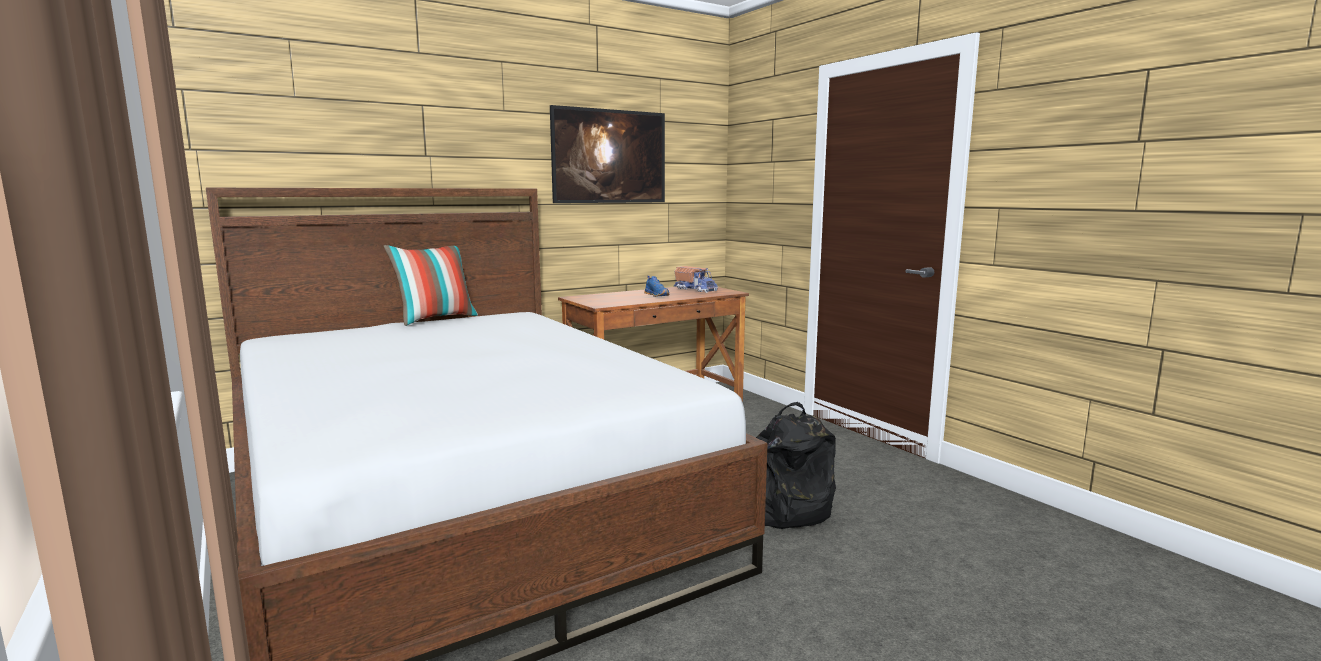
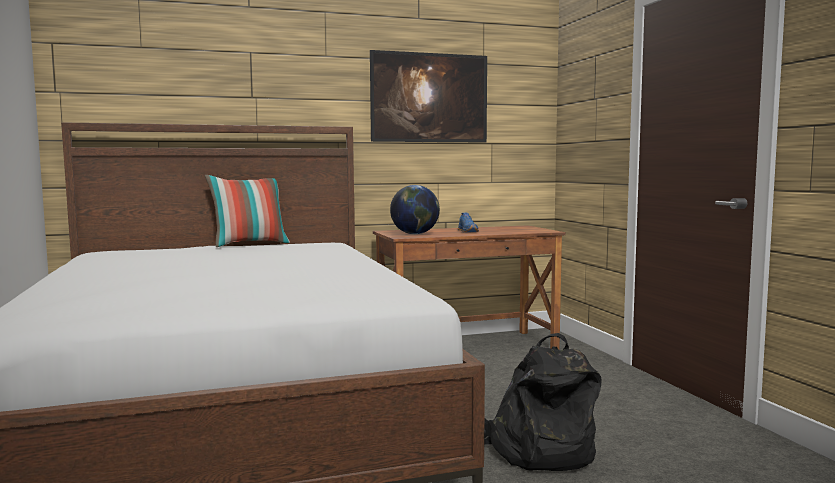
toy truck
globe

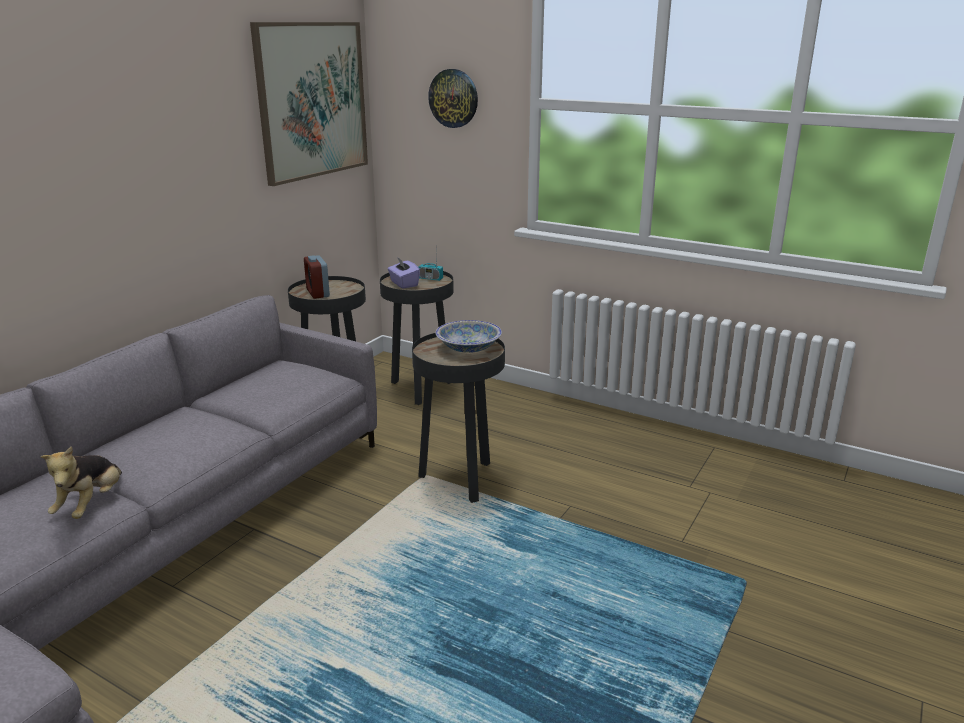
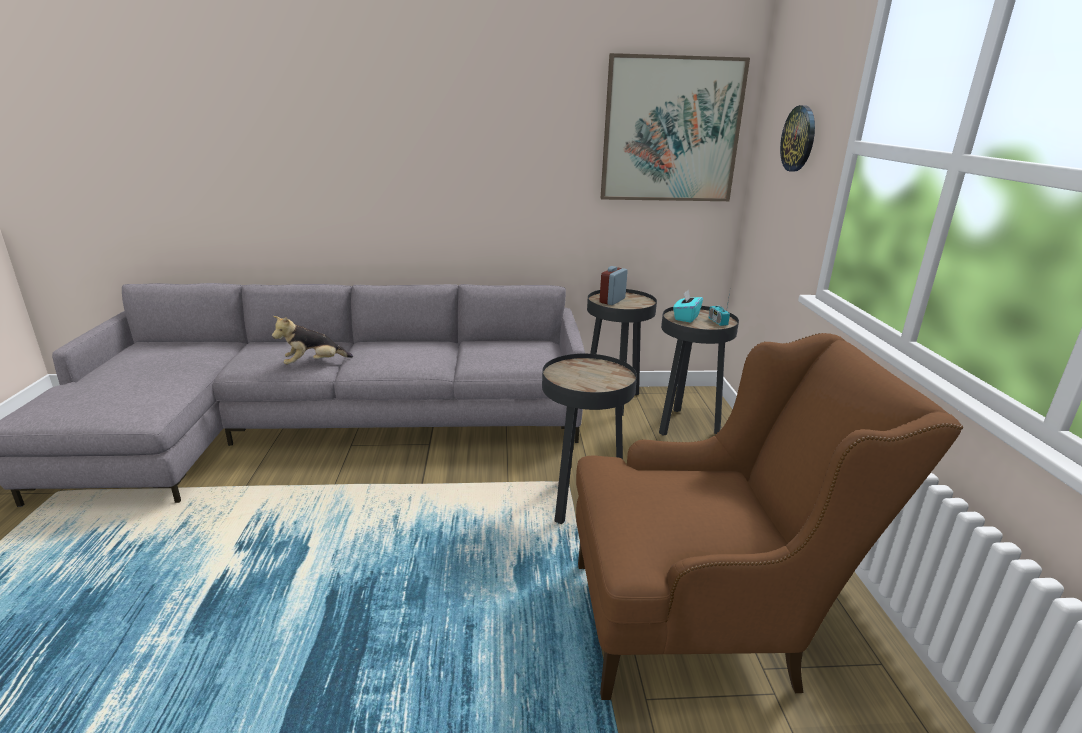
bowl
armchair/brown
tissue box/turquoise

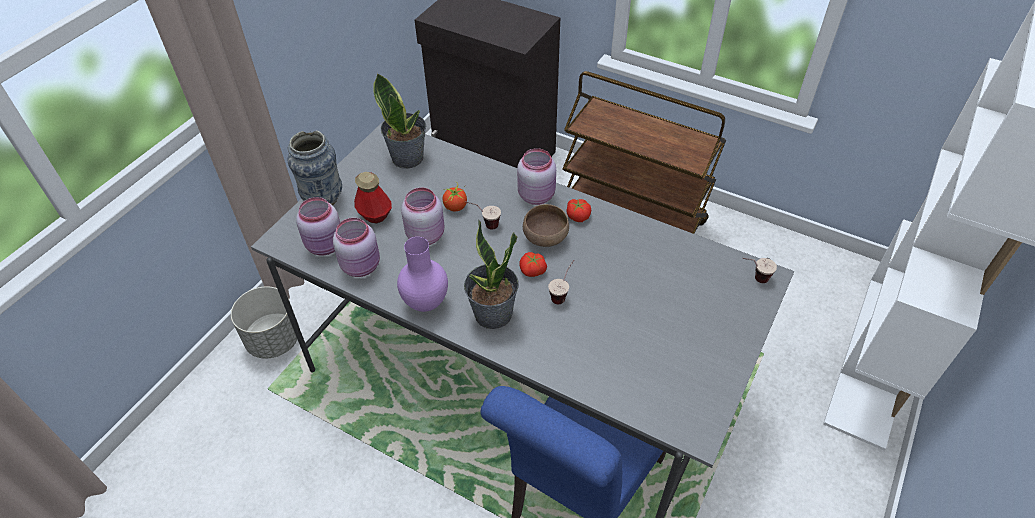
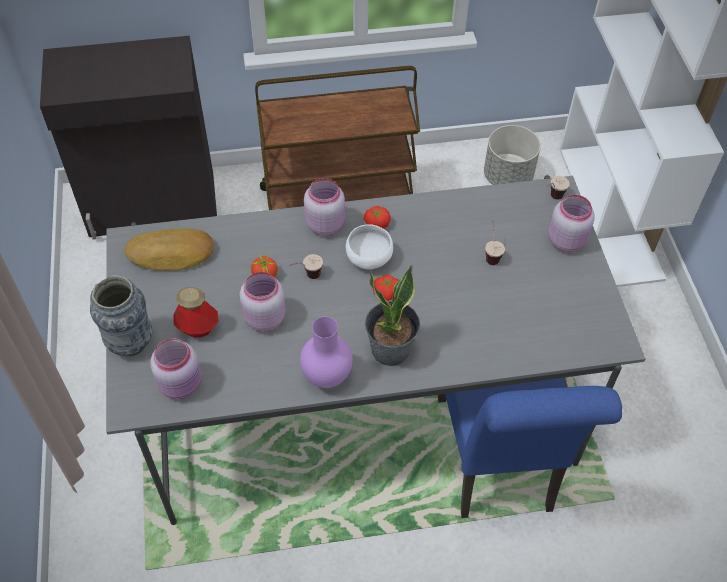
planter/grey
jar/pink (no. 4 from left)
cup (no. 2 from left)
bread
bowl/white

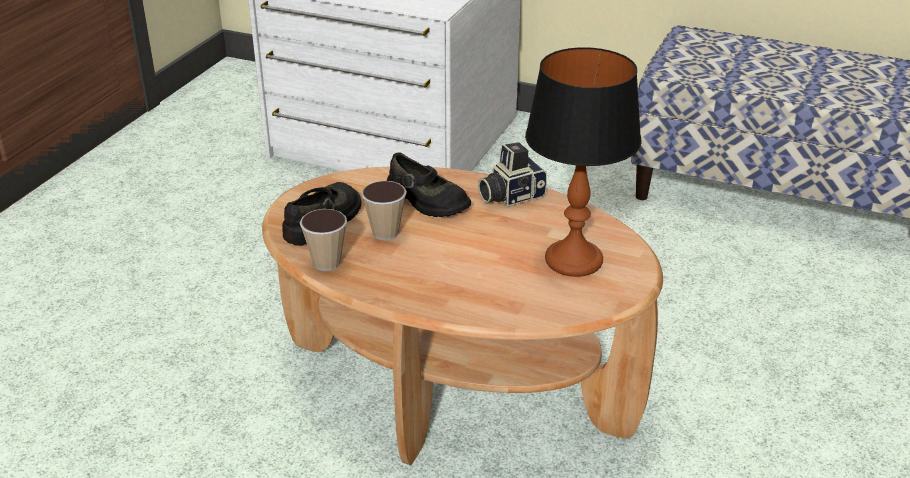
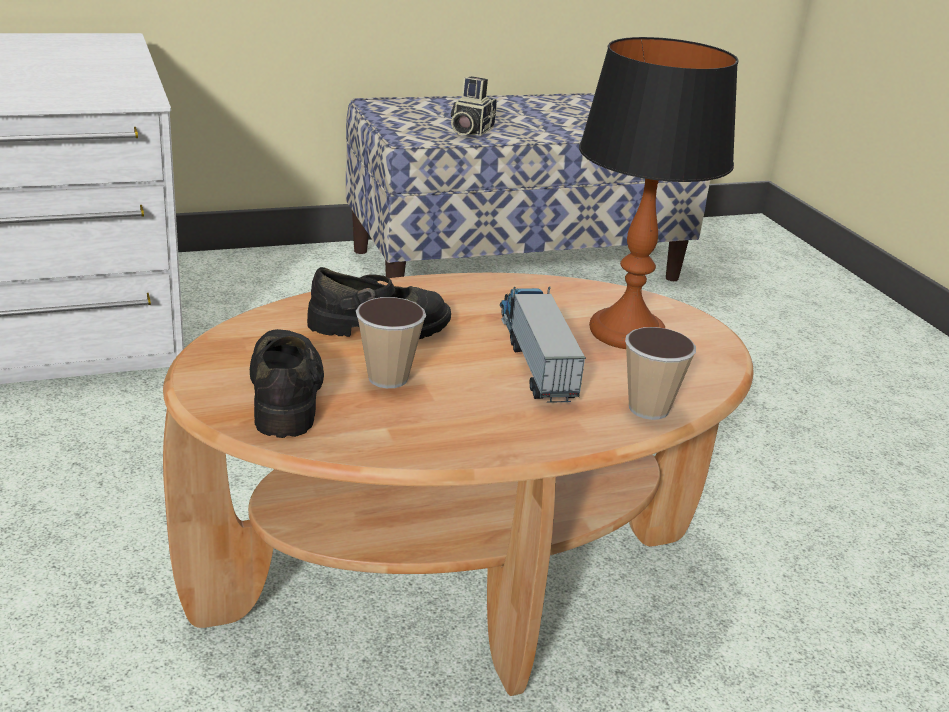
toy truck
cup (no. 2 from left)
photo camera

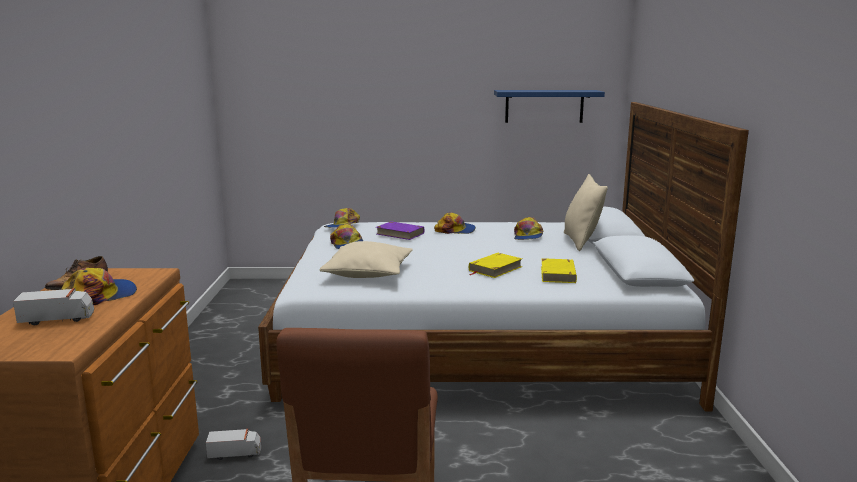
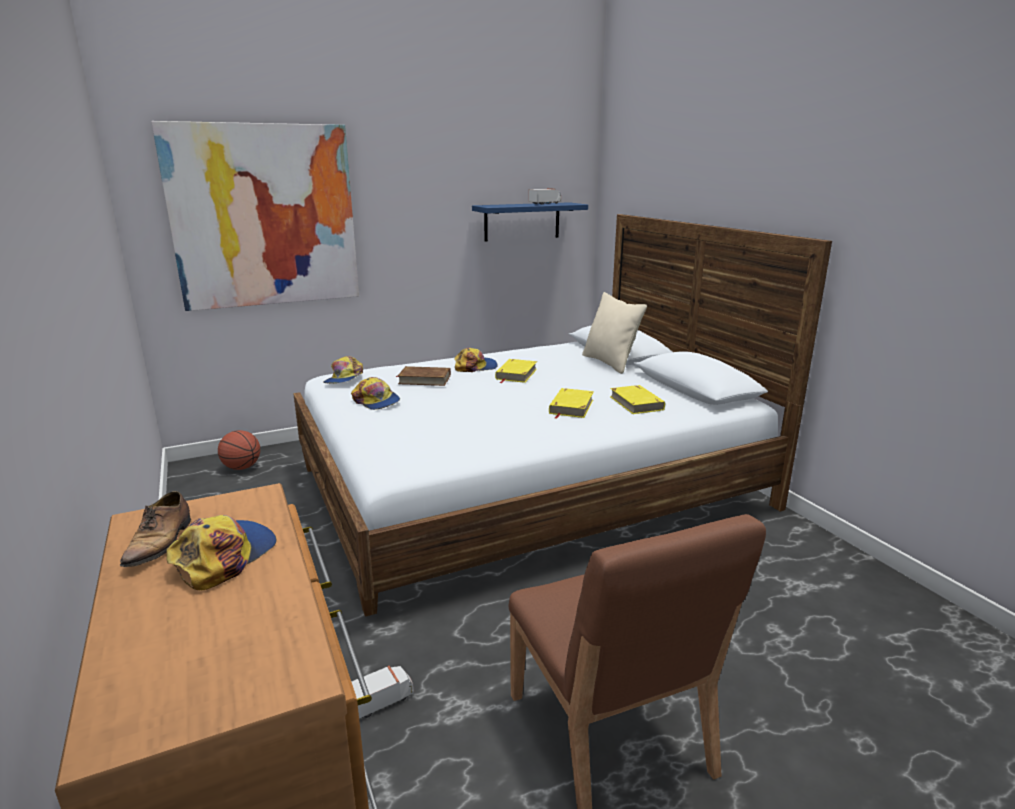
pillow/beige (no. 1 from left in the first image)
cap (no. 5 from left in the first image)
picture
basketball
book/yellow (no. 1 from left)
toy truck (no. 2 from left)
book/brown

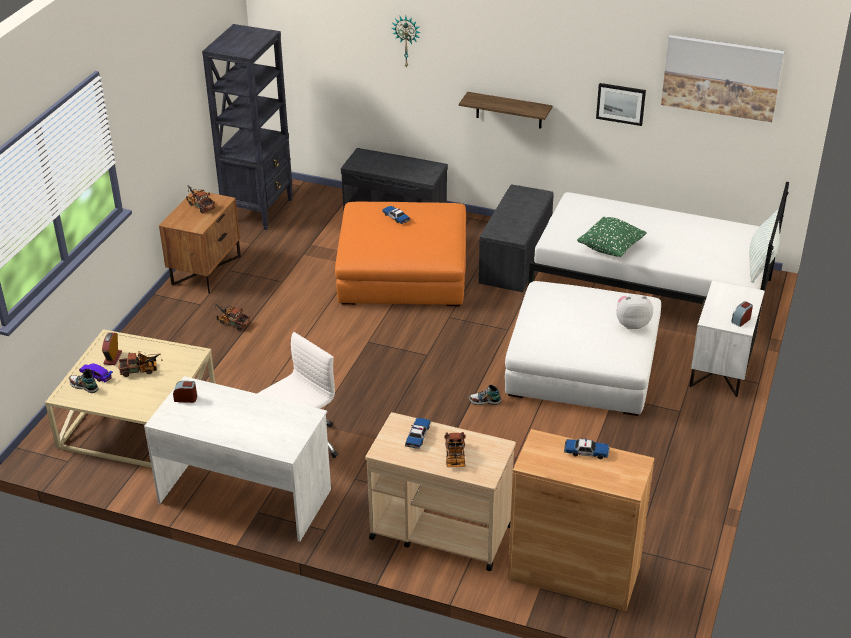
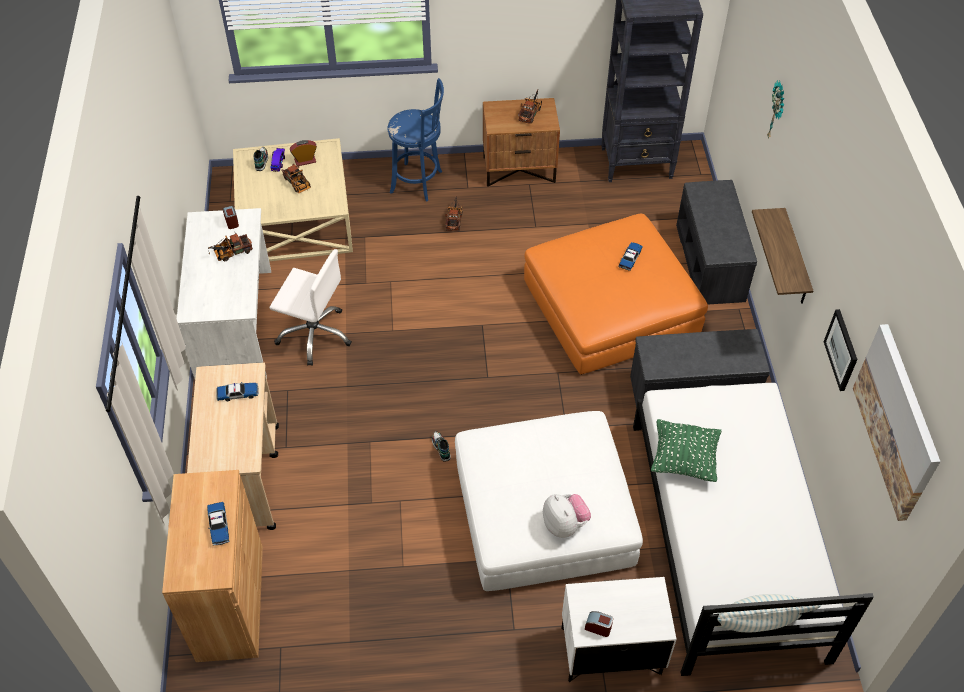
stool/blue
toy truck (no. 1 from left)

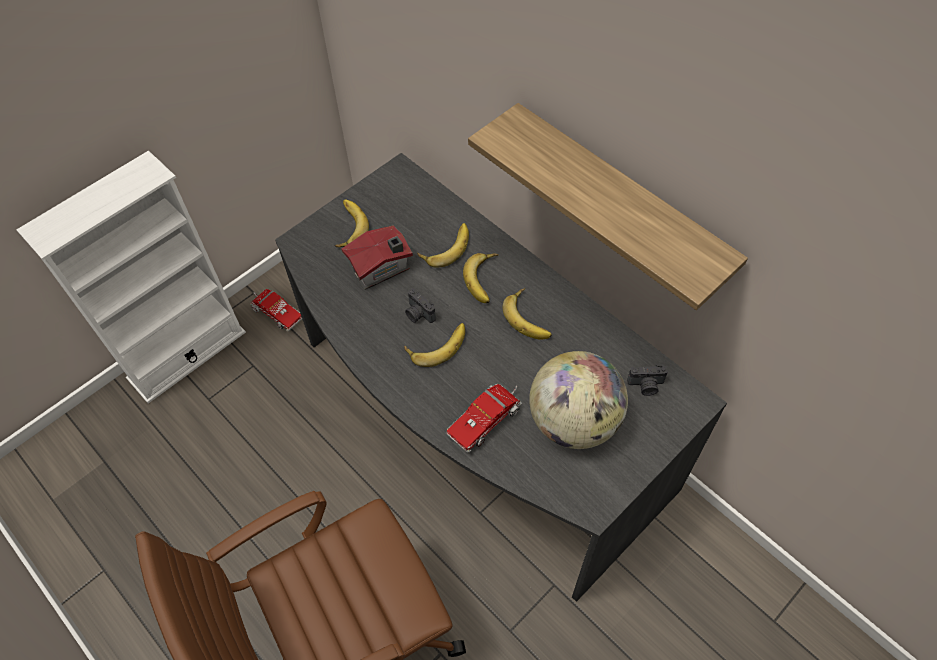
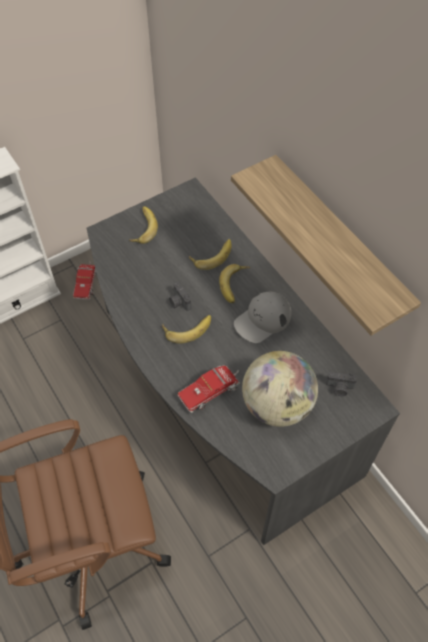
toy house
cap/grey
toy truck (no. 1 from left)

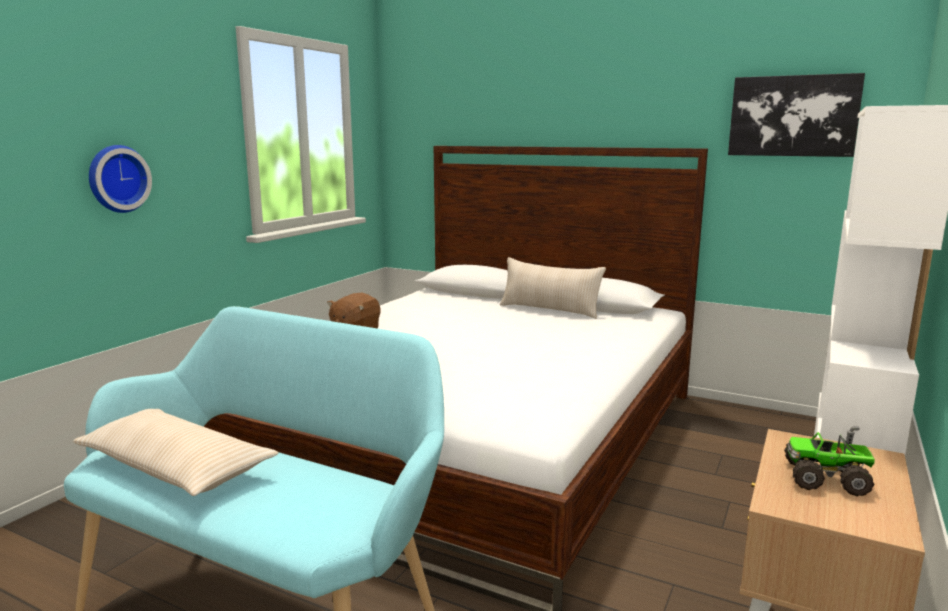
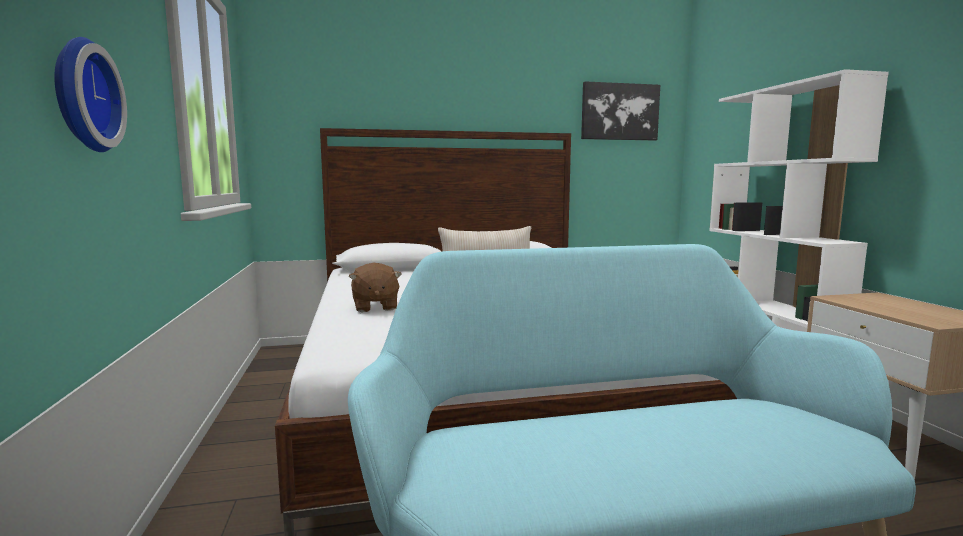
pillow/beige (no. 1 from left in the first image)
toy truck

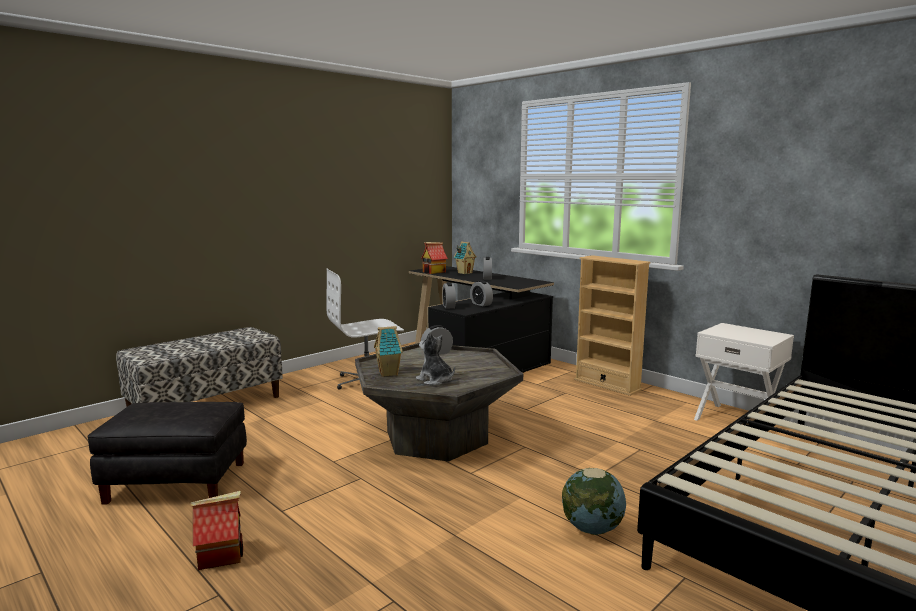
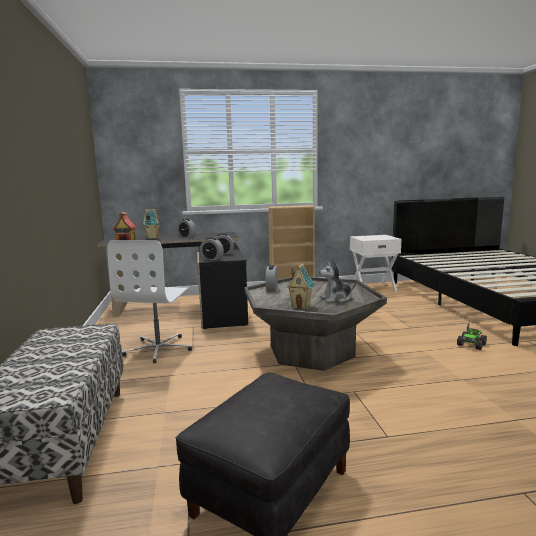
toy house (no. 1 from left in the first image)
toy truck

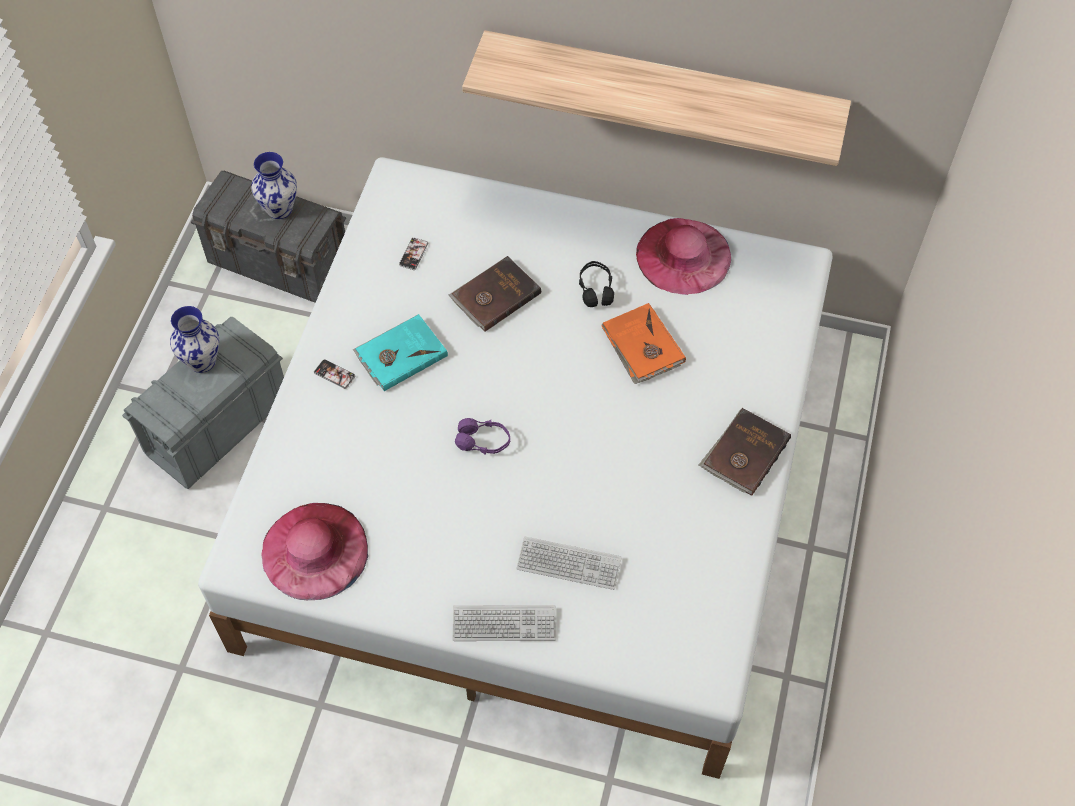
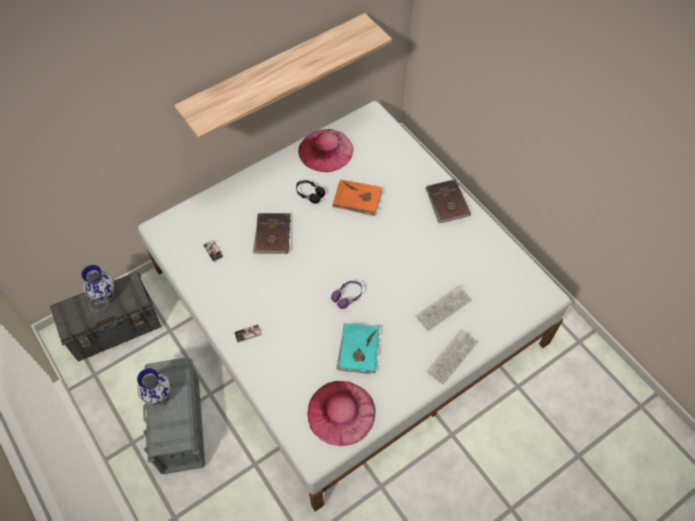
book/turquoise

